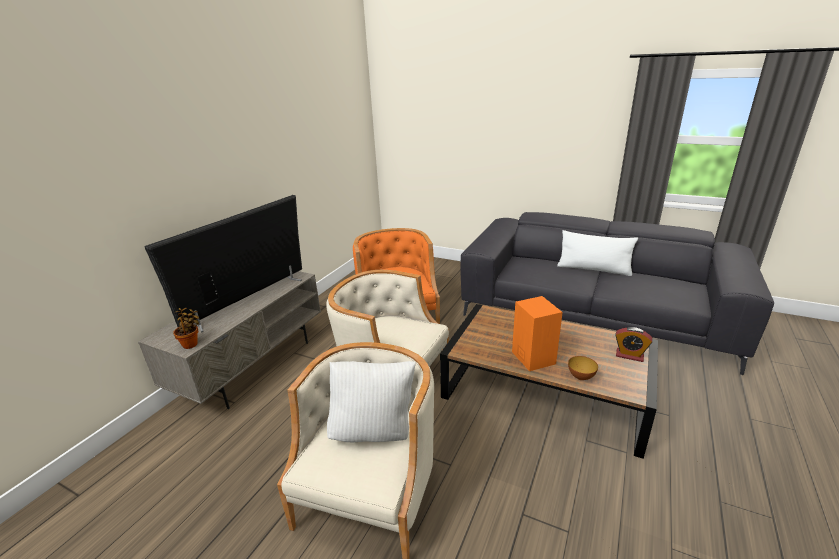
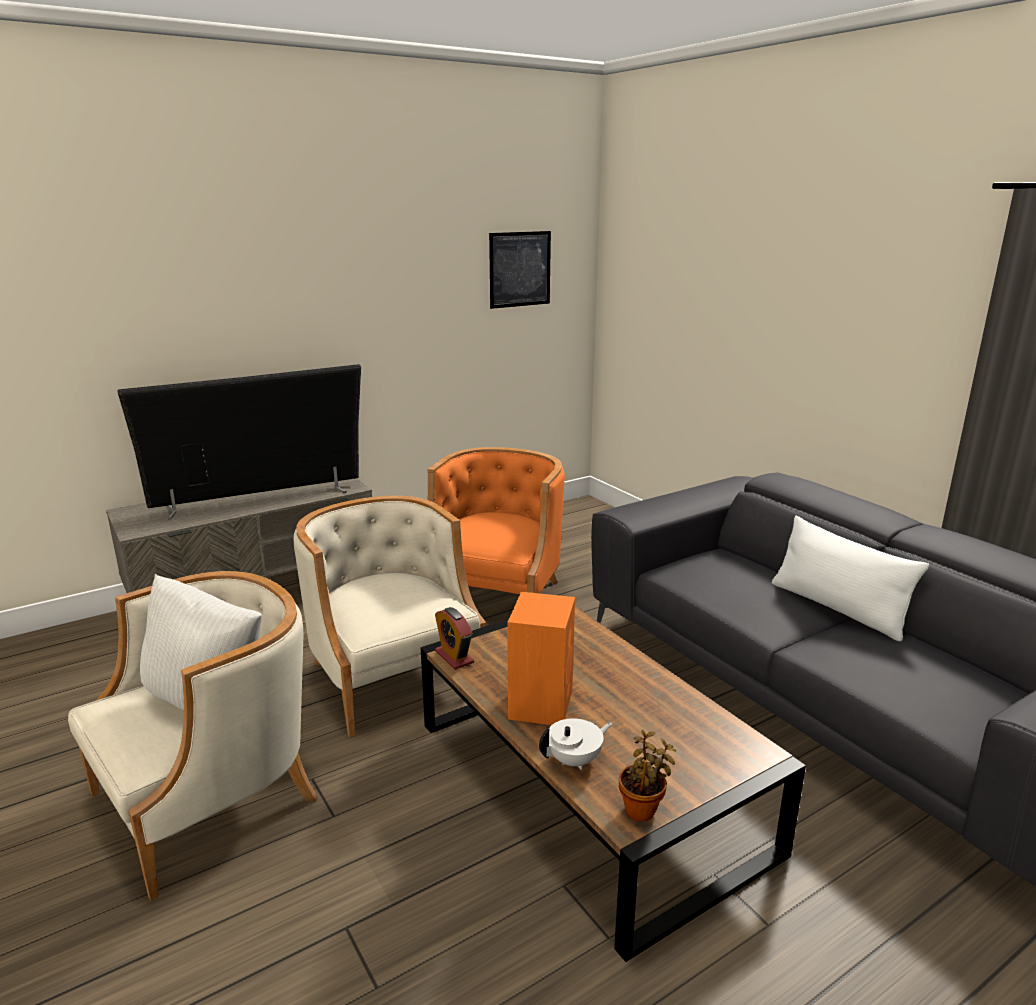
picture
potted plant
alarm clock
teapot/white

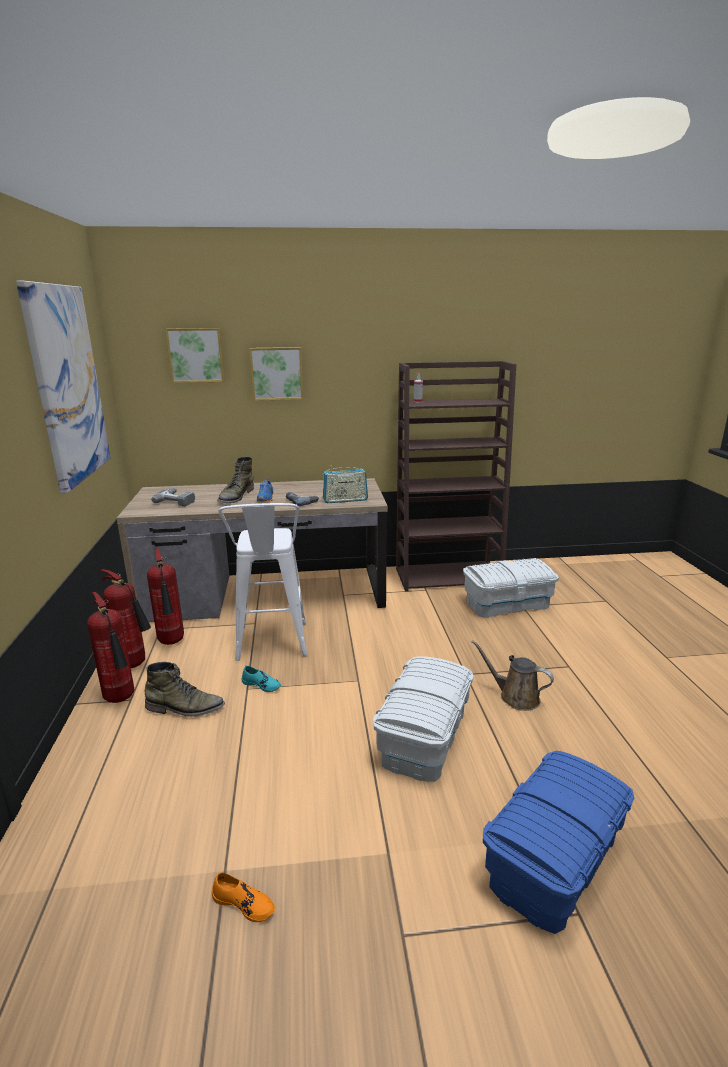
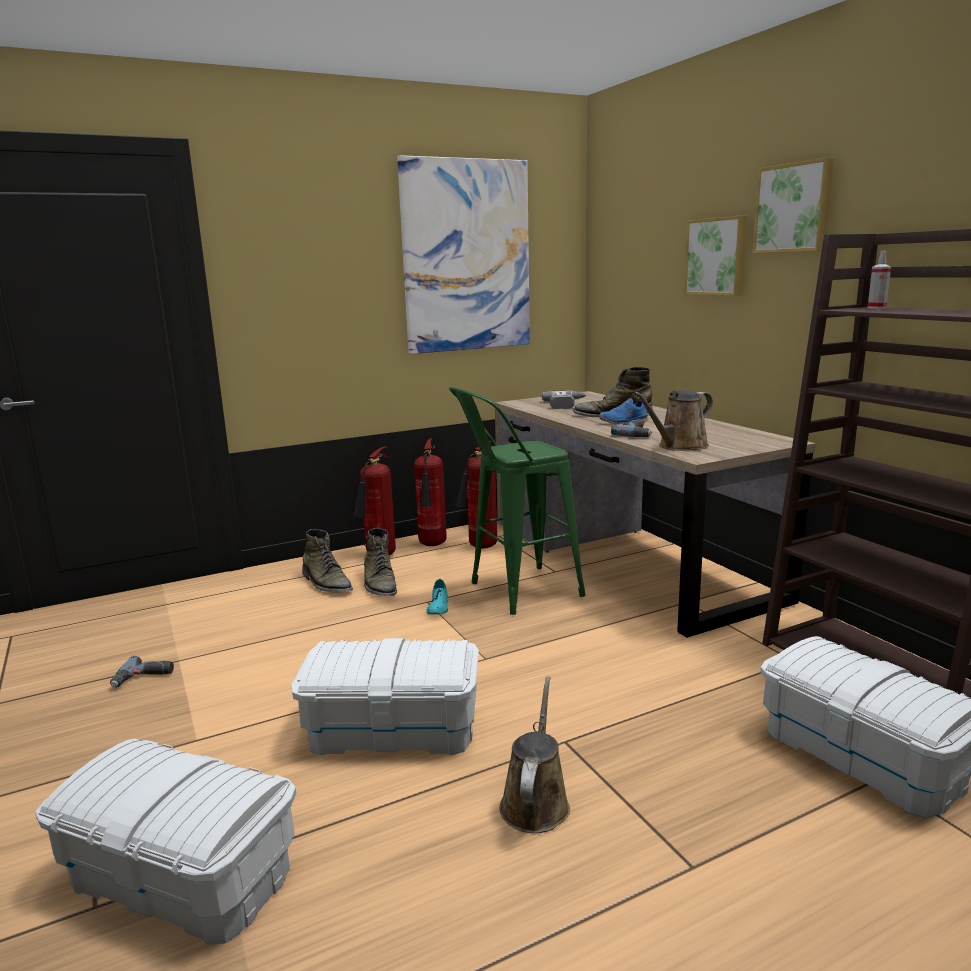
boot/green (no. 1 from left)
picture (no. 3 from left)
power drill (no. 1 from left)
watering can/brown (no. 2 from left)
stool/green
storage box/white (no. 1 from left)

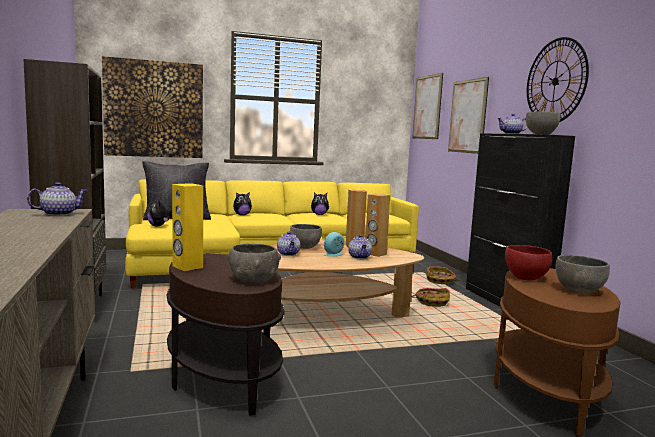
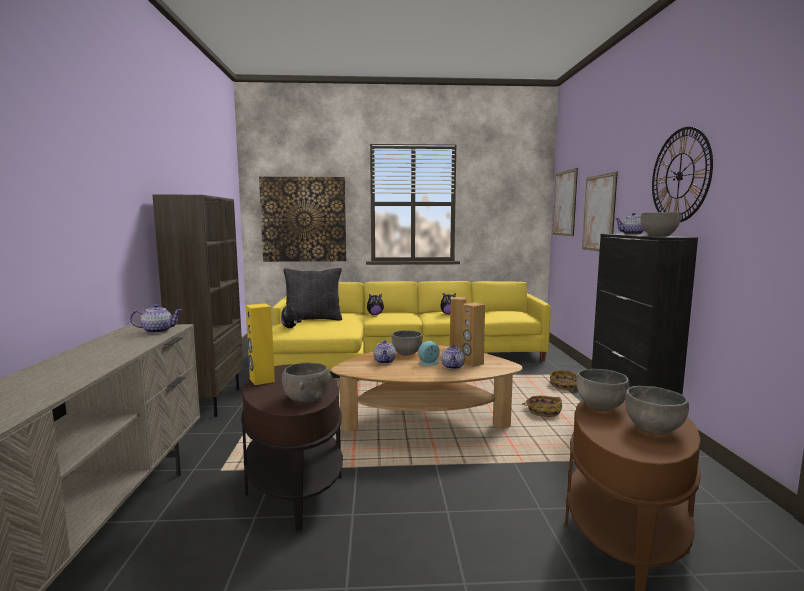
bowl/grey (no. 3 from left)

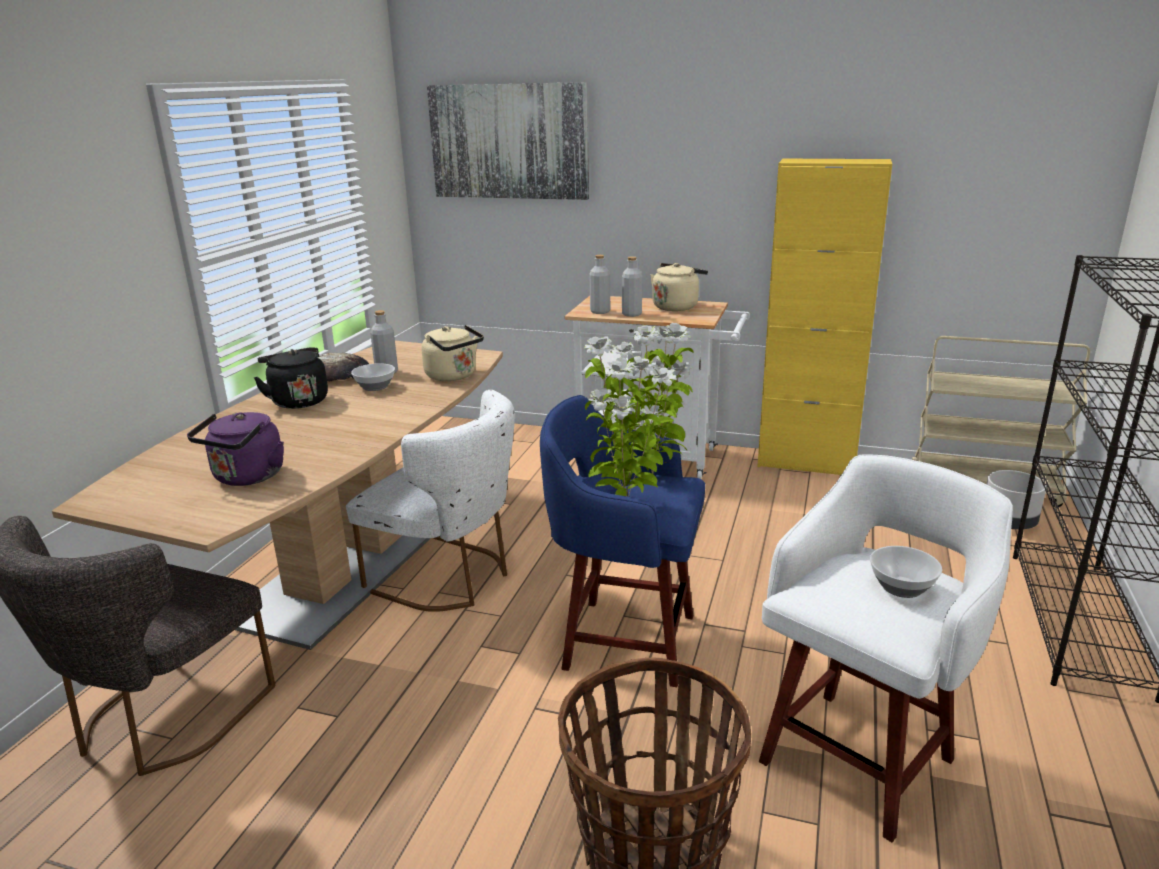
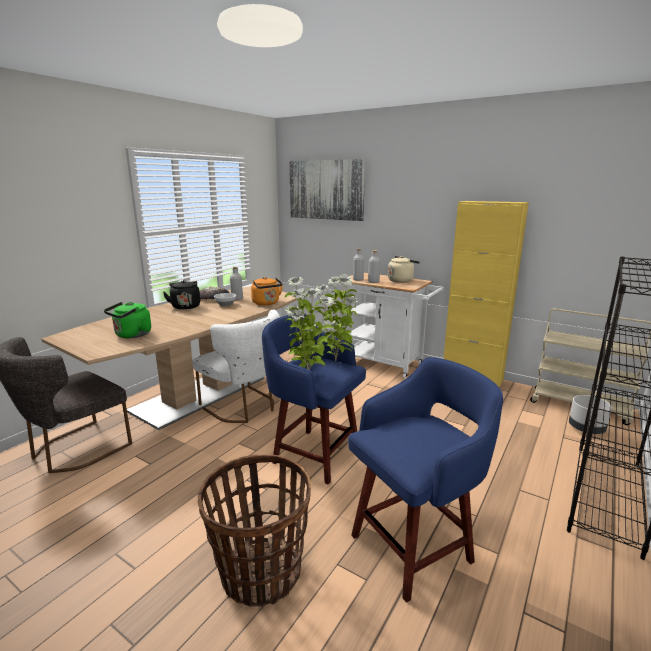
bowl (no. 2 from left in the first image)
kettle/green
kettle/orange
stool/blue (no. 2 from left)

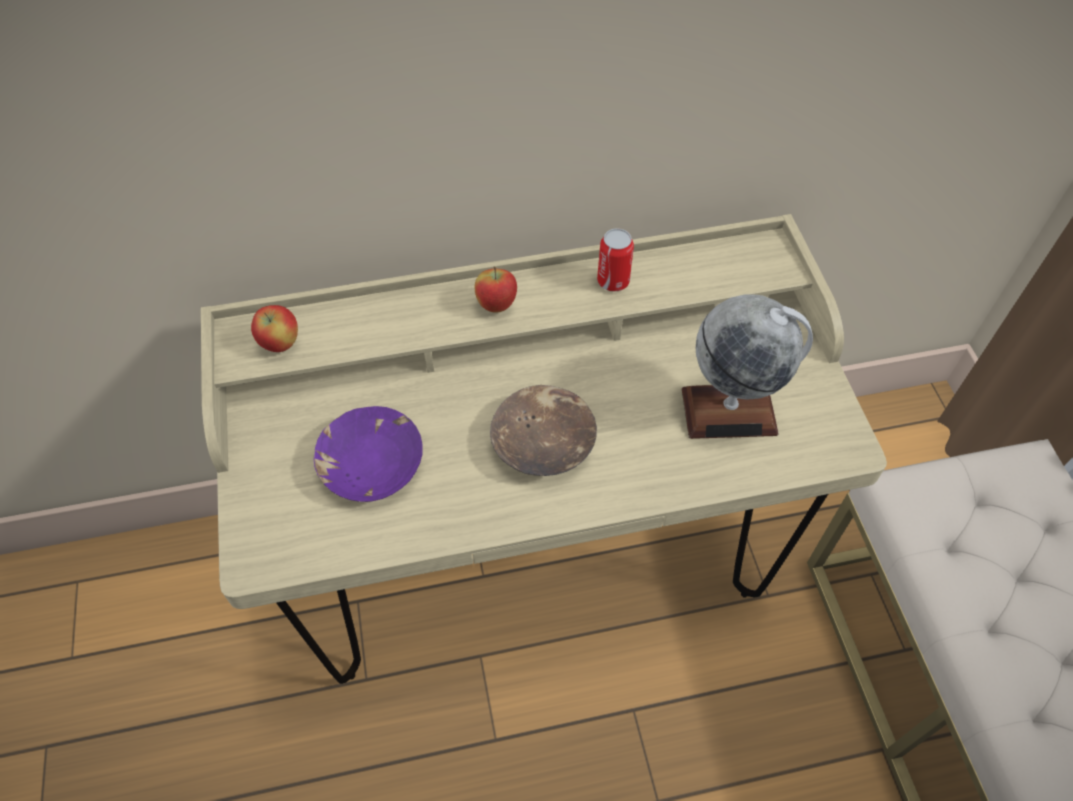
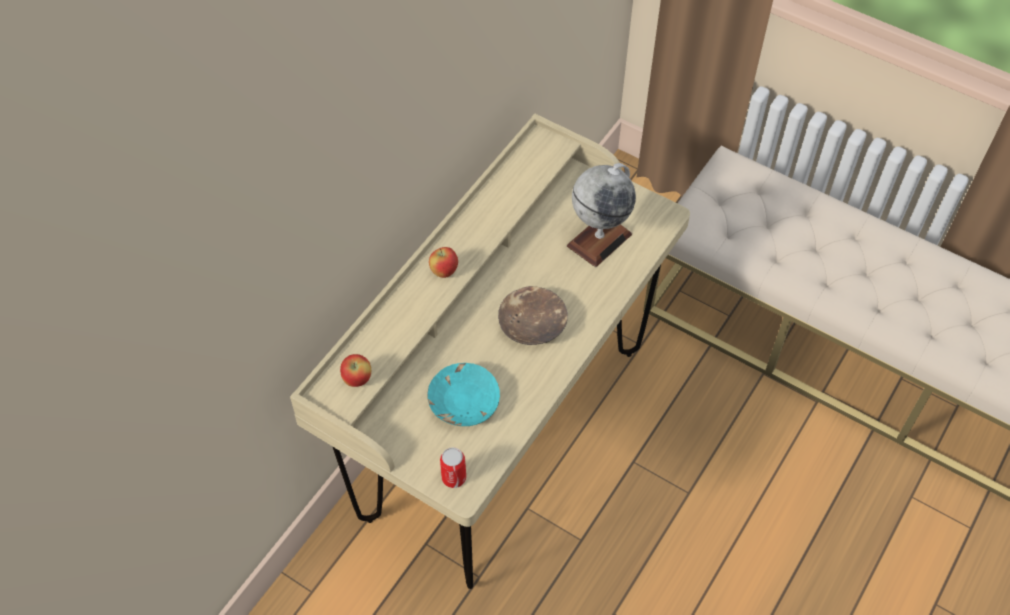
can
bowl/turquoise

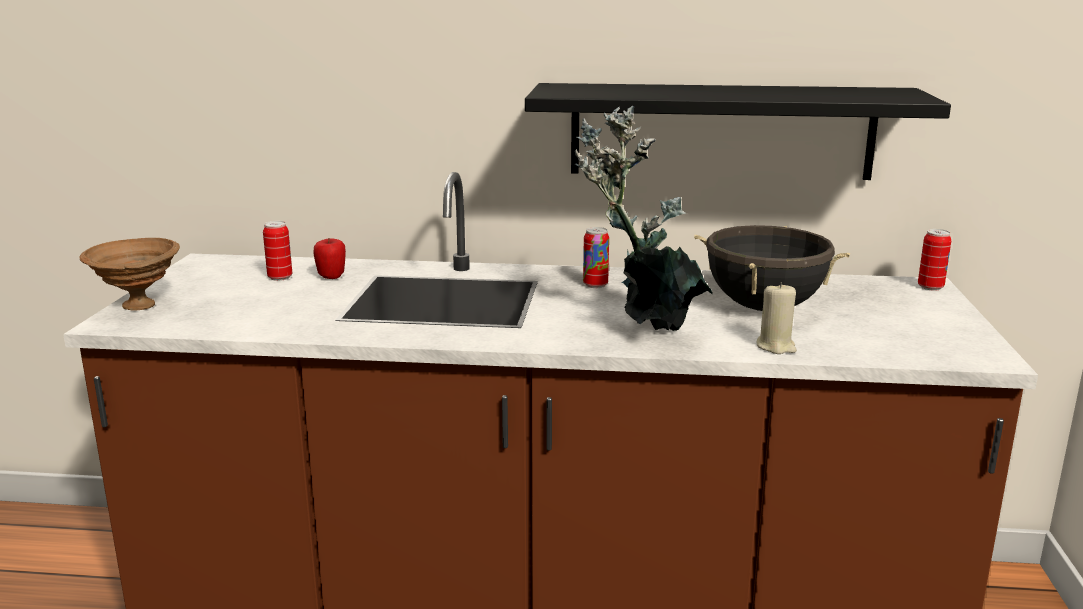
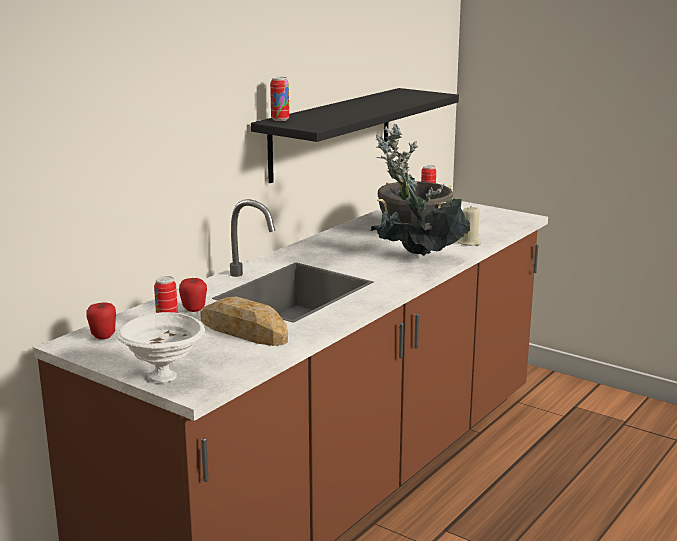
apple (no. 1 from left)
bread
can (no. 2 from left)
bowl/white

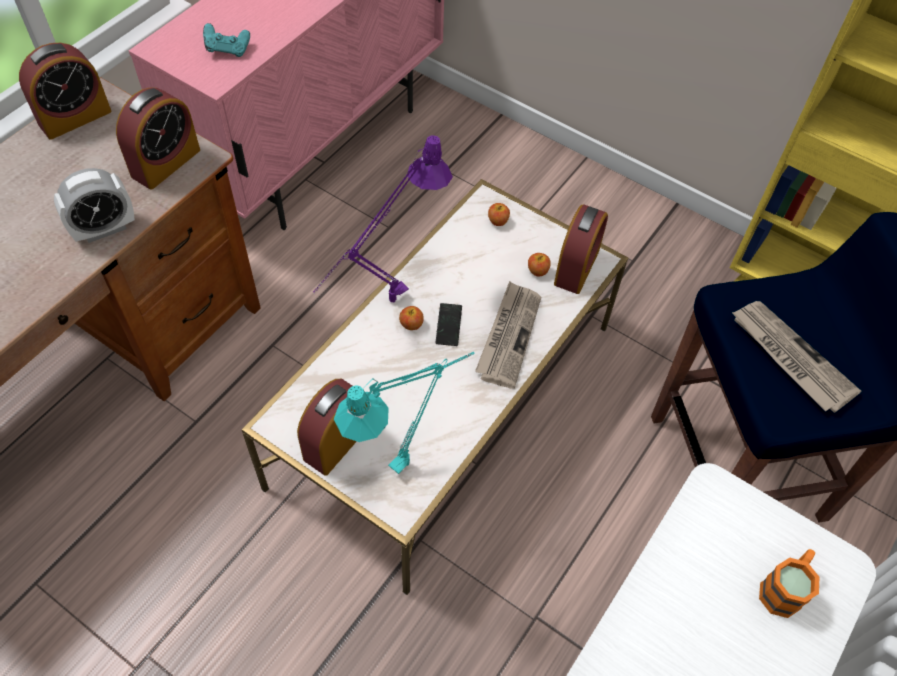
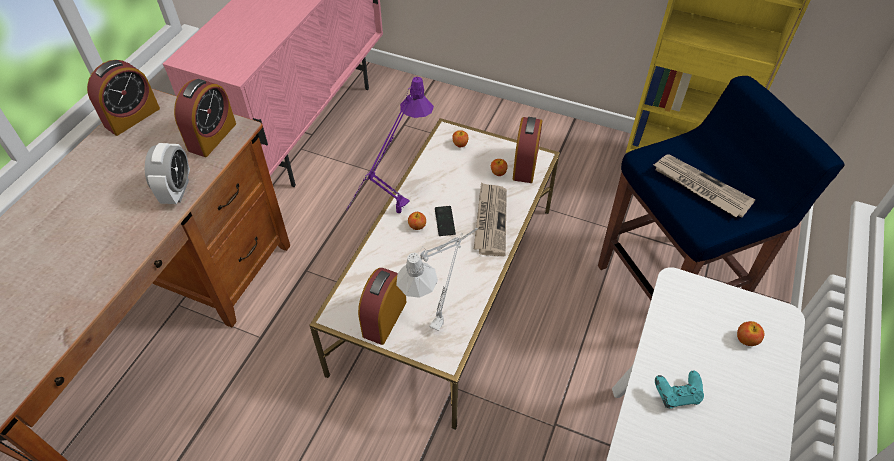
game controller/turquoise
apple (no. 4 from left)
table lamp/grey
alarm clock (no. 2 from left)

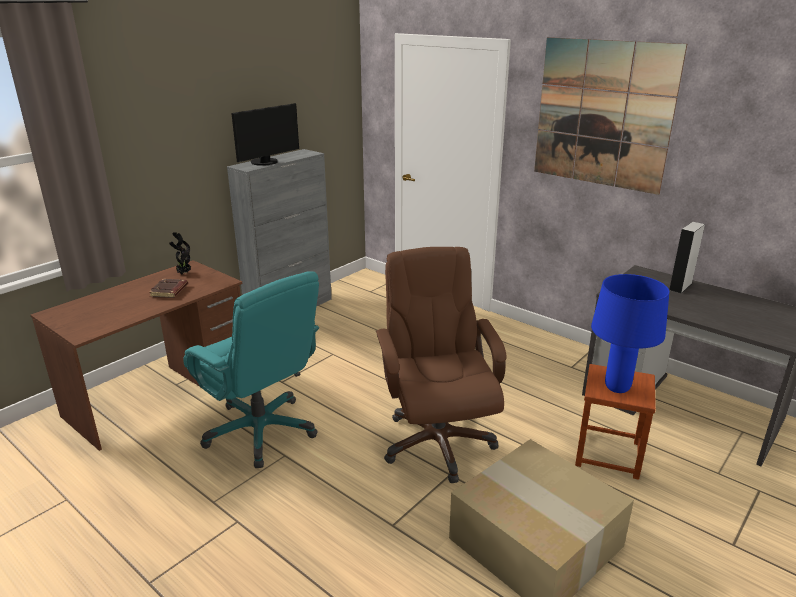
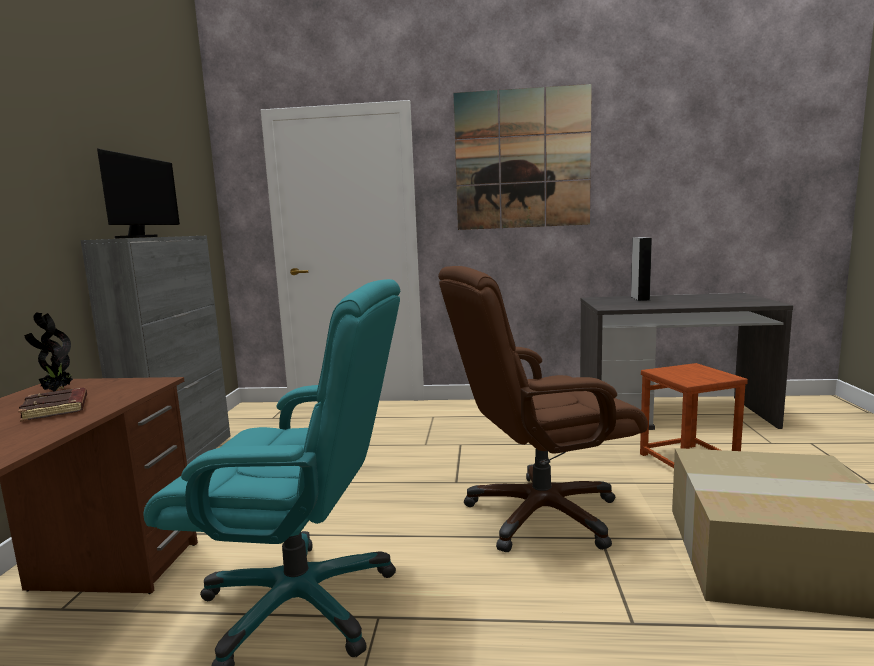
table lamp/blue
office chair/brown

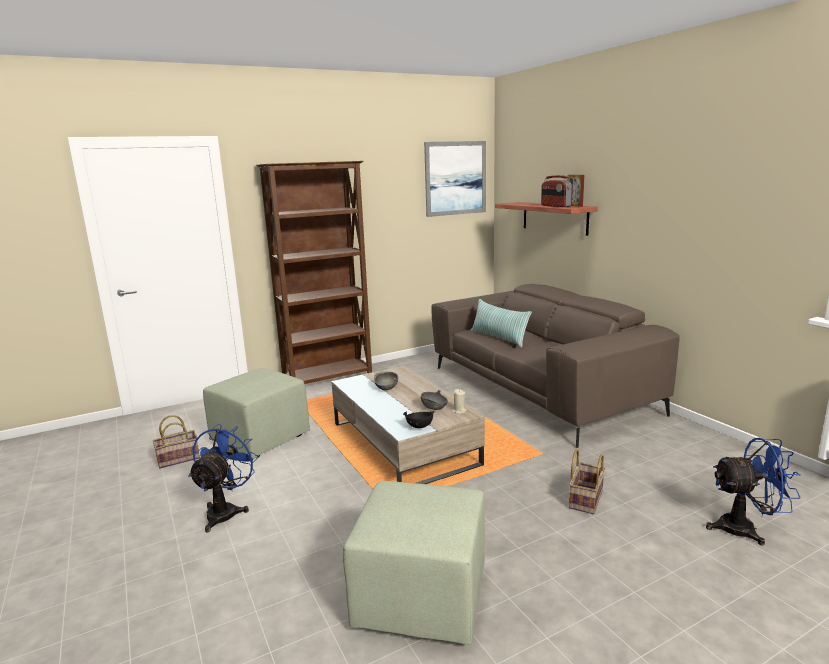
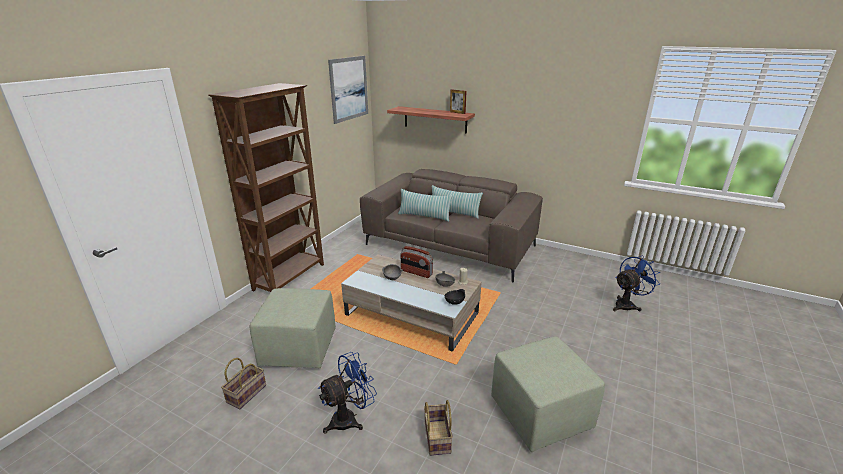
pillow (no. 2 from left)
radio
basket (no. 2 from left)
fan/blue (no. 1 from left)

